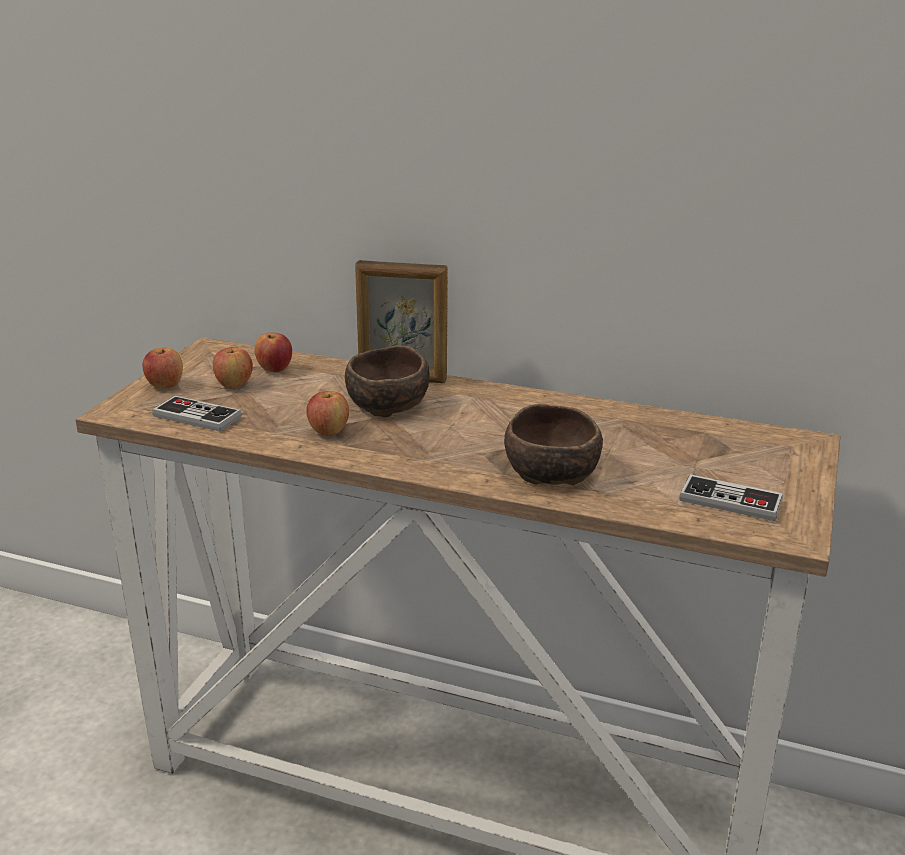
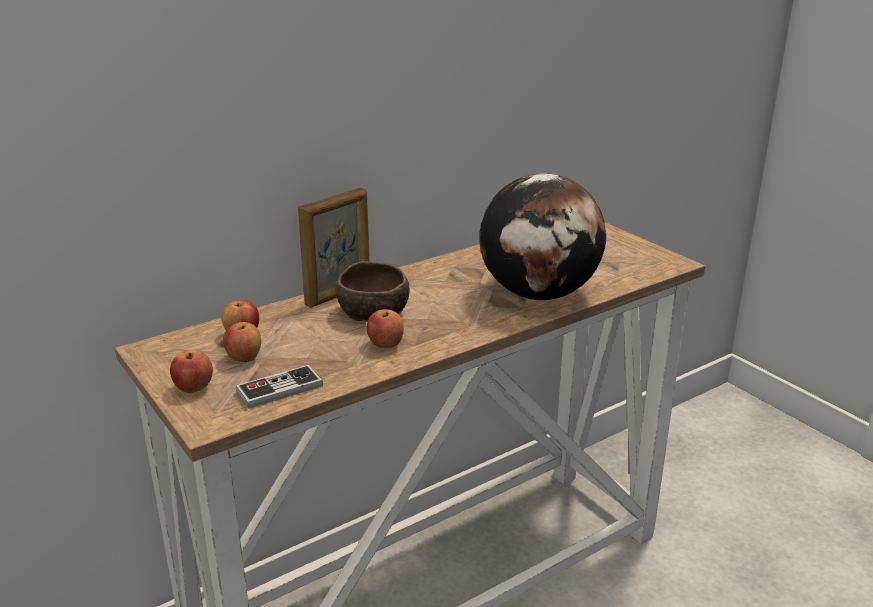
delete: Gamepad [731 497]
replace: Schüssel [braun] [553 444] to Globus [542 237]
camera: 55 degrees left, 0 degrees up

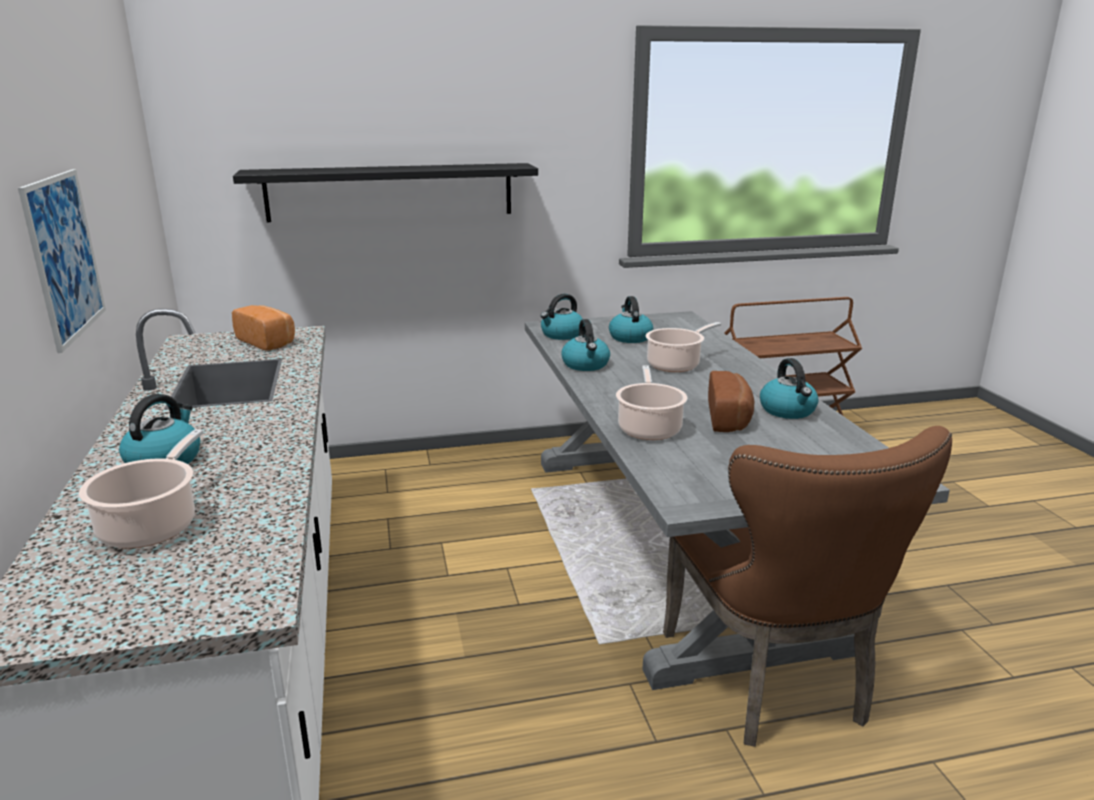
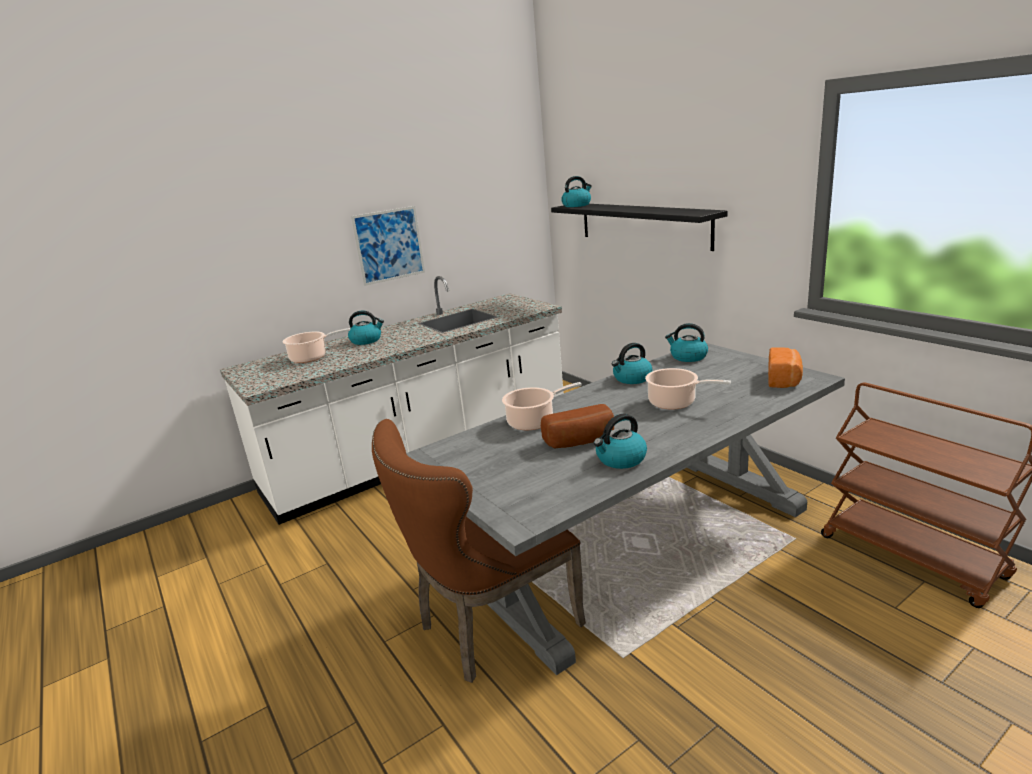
move: Brot [263 328] to [785 368]; Wasserkessel [631 319] to [576 191]
camera: 70 degrees right, 0 degrees up

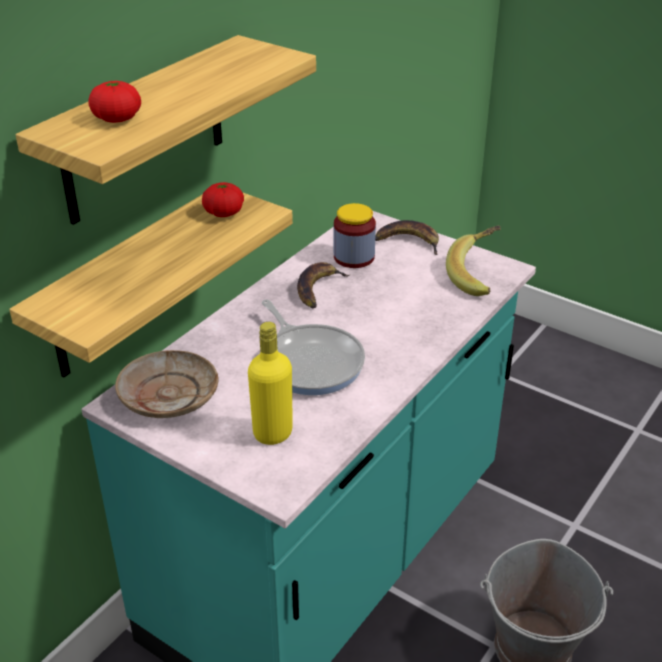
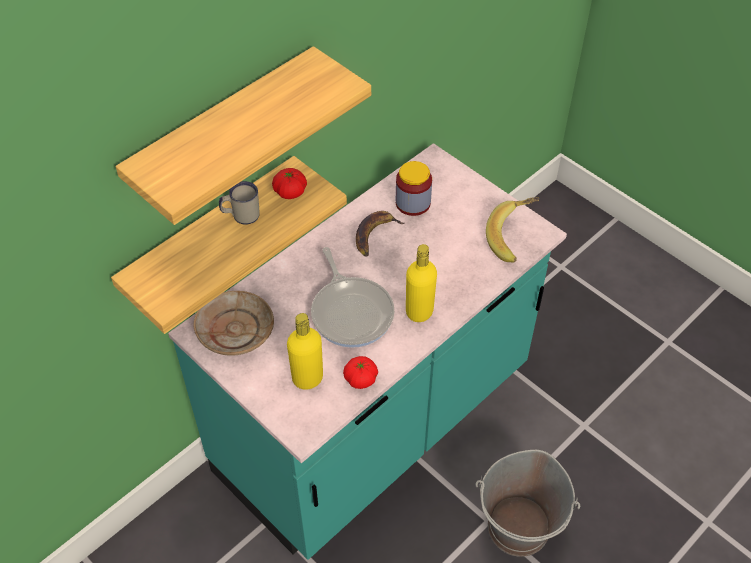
delete: Banane [407 237]
insert: Henkelbecher [weiß] [239 203]; Flasche [gelb] [421 283]
move: Tomate [114 102] to [360 372]
camera: 10 degrees right, 15 degrees up

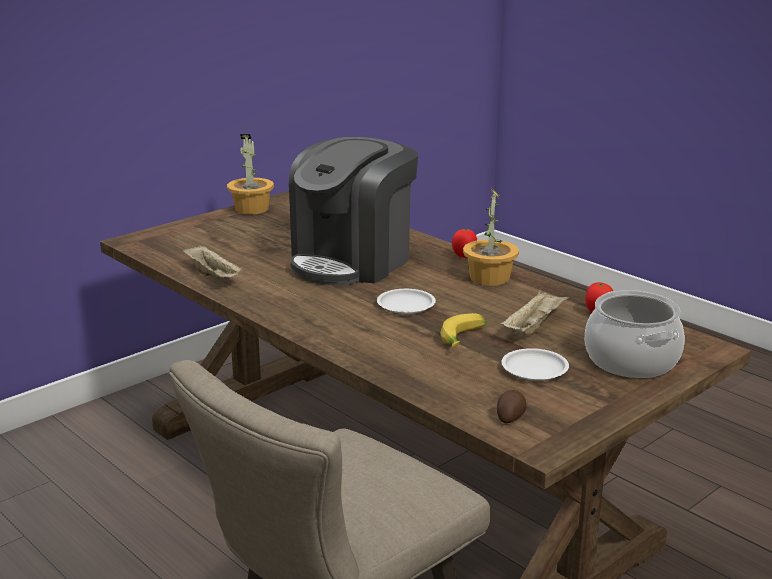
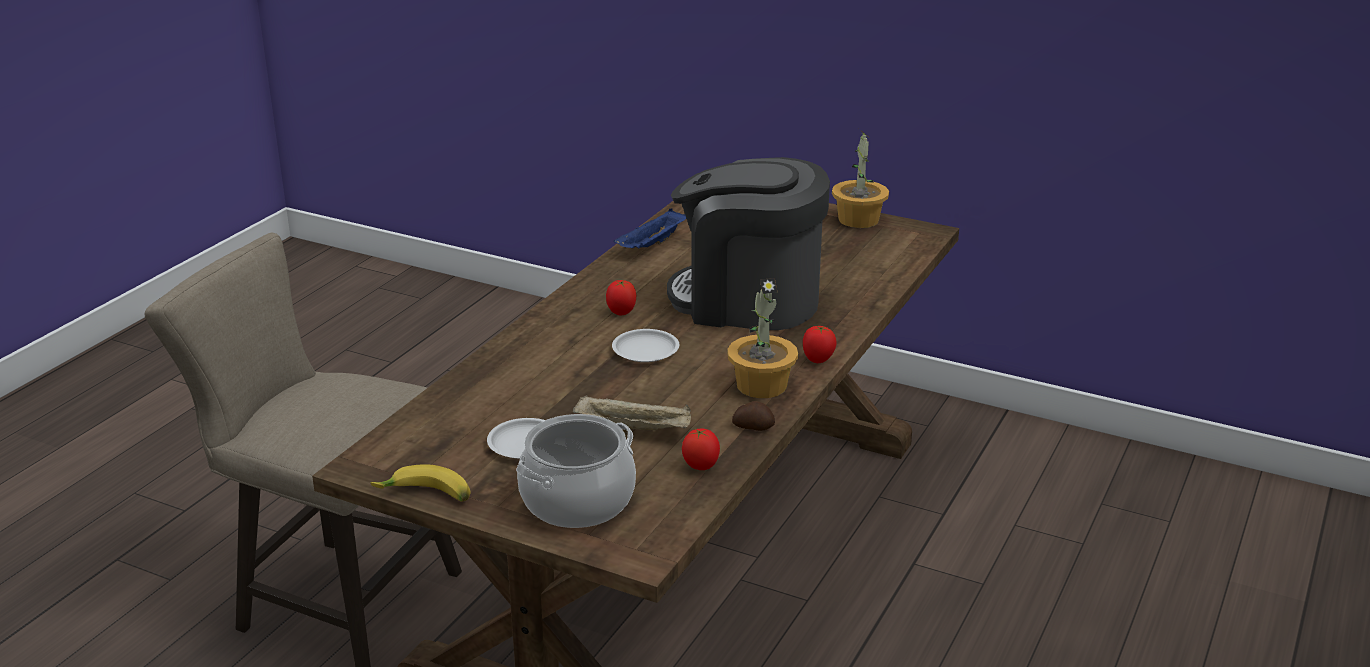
insert: Tomate [621 297]
move: Banane [463 330] to [421 483]; Kartoffel [512 406] to [753 416]
recolor: Tablett [beige] [213 261] to Tablett [blau] [650 228]
camera: 70 degrees right, 5 degrees up

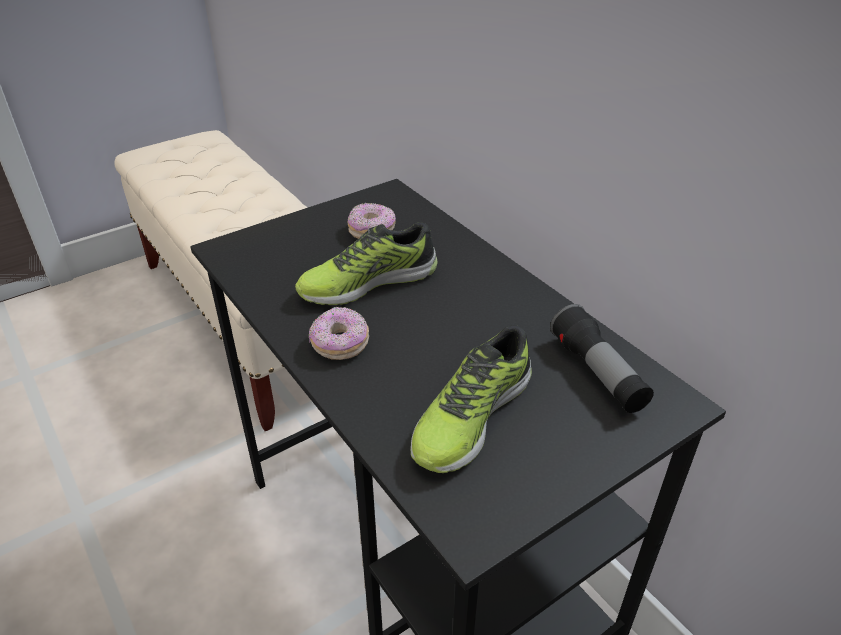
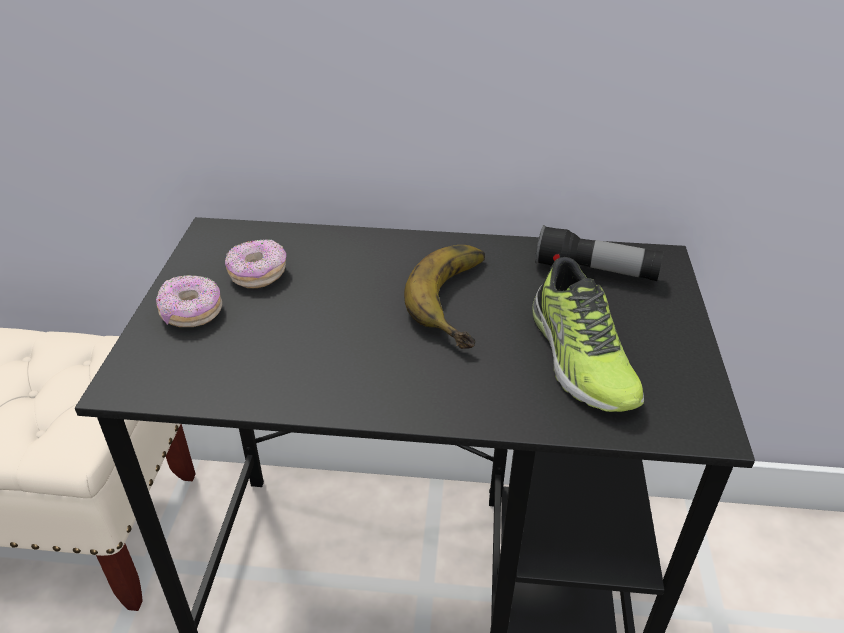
delete: Schuh [366 263]
insert: Banane [444 297]
move: Donut [339 333] to [189 301]
camera: 50 degrees left, 0 degrees up

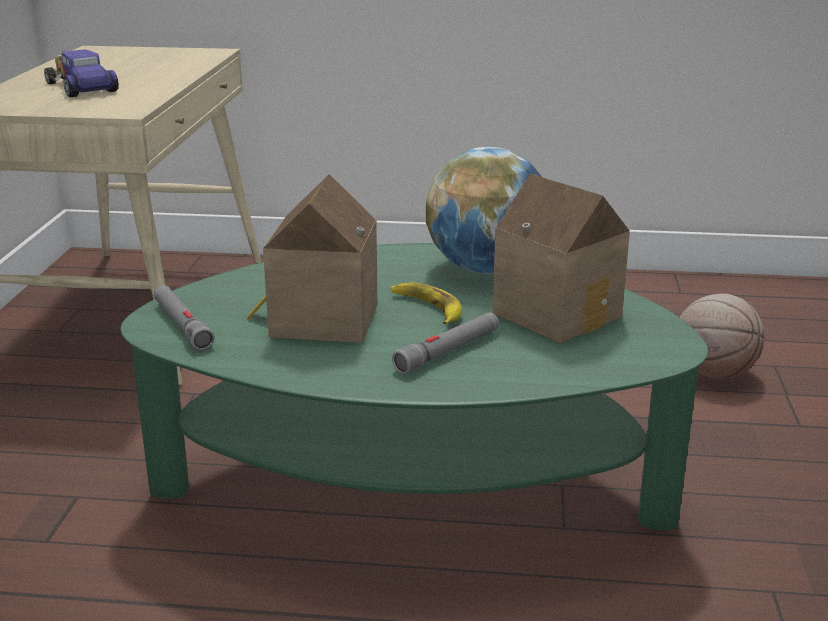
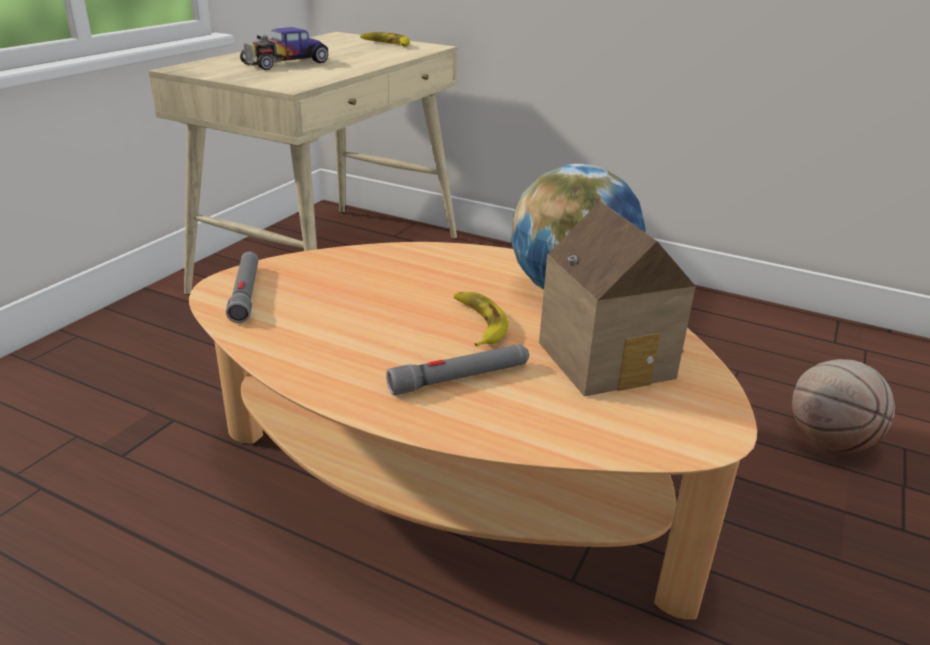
delete: Spielzeughaus [312 258]
insert: Banane [385 39]
recolor: Couchtisch [grün] [414 386] to Couchtisch [beige] [473 431]
rotate: Spielzeugauto [81 73] = [284 48] 120 degrees counterclockwise
camera: 20 degrees right, 5 degrees up

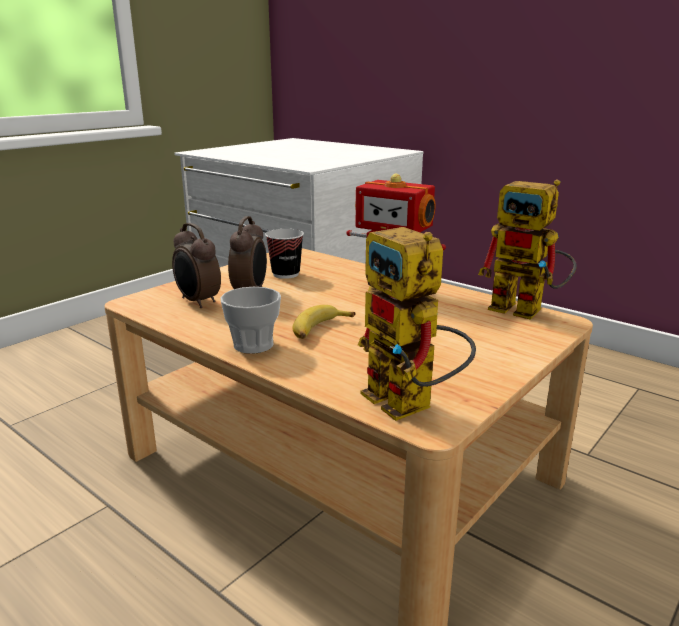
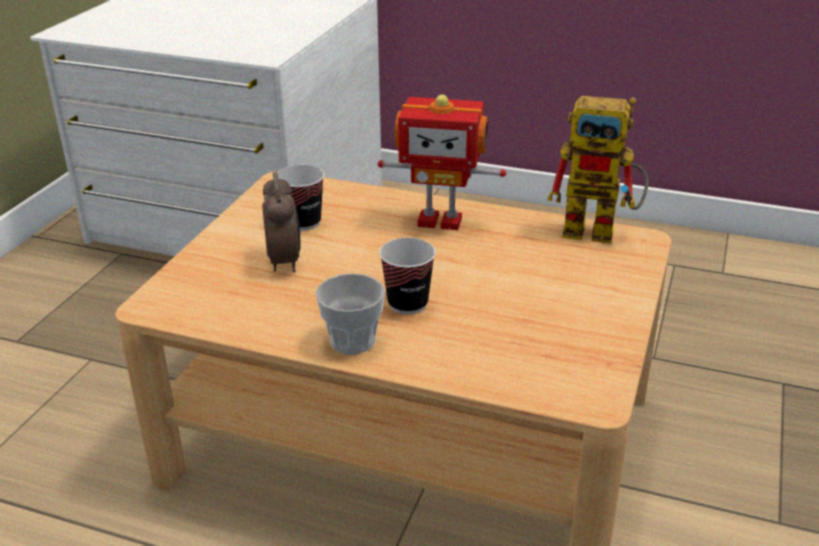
delete: Wecker [196 265]; Spielzeugroboter [417 324]
replace: Banane [323 322] to Tasse [407 276]
camera: 20 degrees left, 10 degrees up

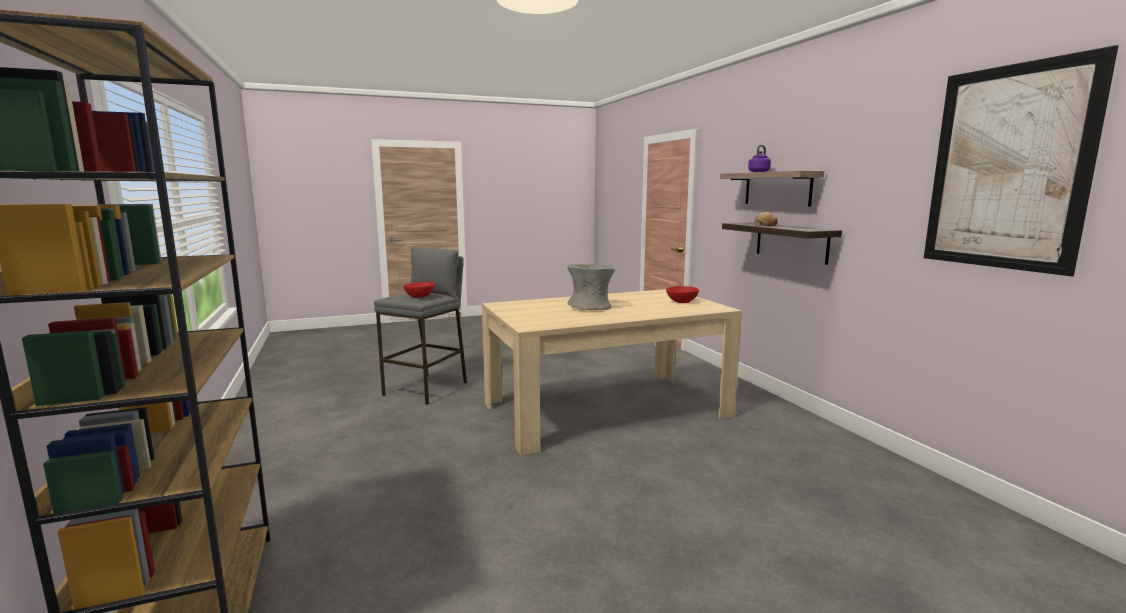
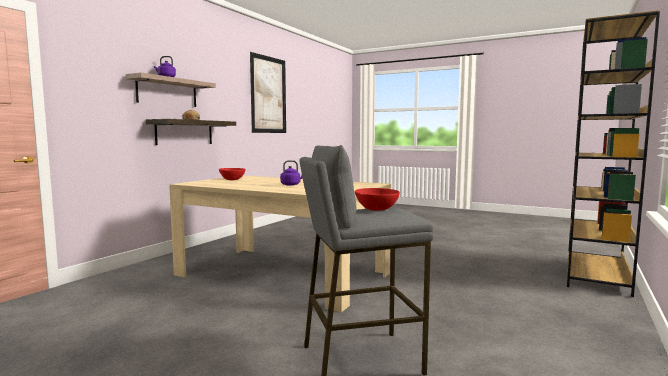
replace: Vase [grau] [591 287] to Wasserkessel [lila] [291 173]
camera: 130 degrees left, 5 degrees down

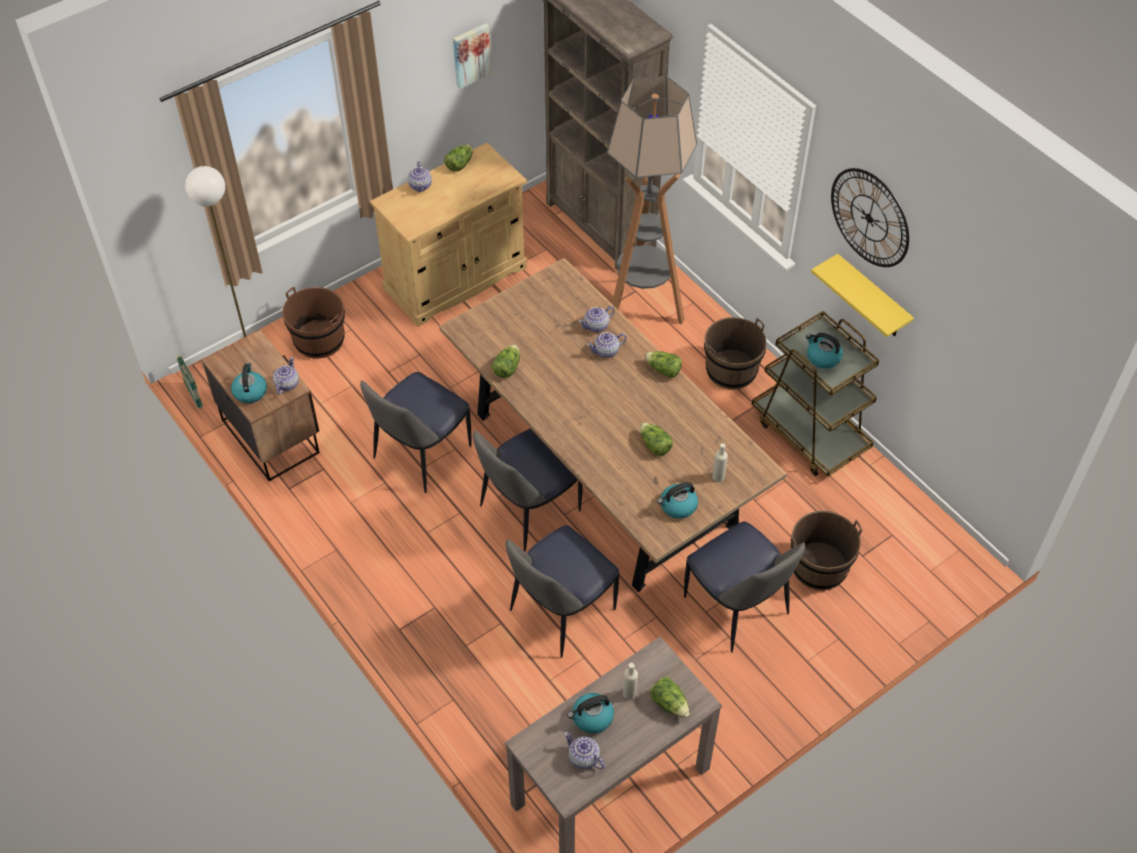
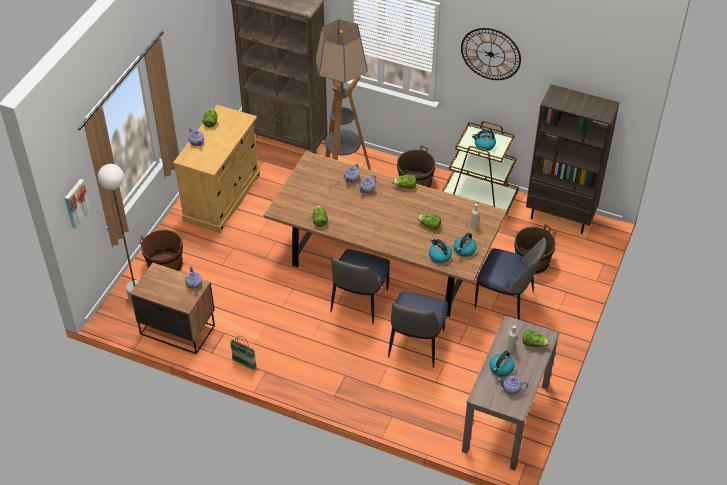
delete: Stuhl [415 432]; Wandregal [gelb] [862 295]
insert: Bücherregal [braun] [573 159]
move: Korb [189 381] to [243 353]; Wasserkessel [249 382] to [440 250]; Bild [472 56] to [78 204]
camera: 30 degrees left, 5 degrees down

